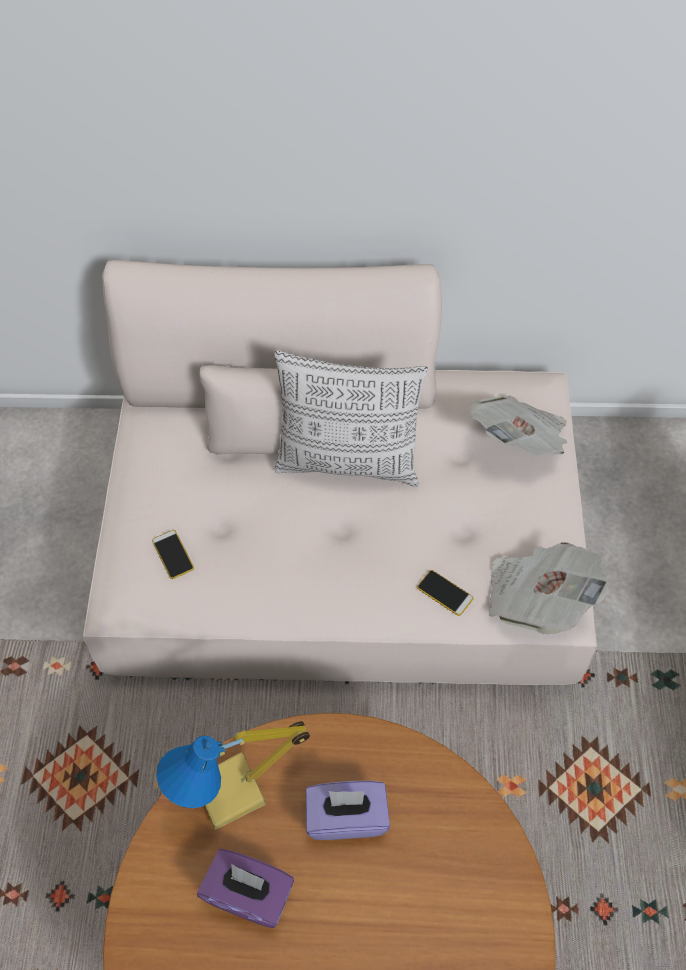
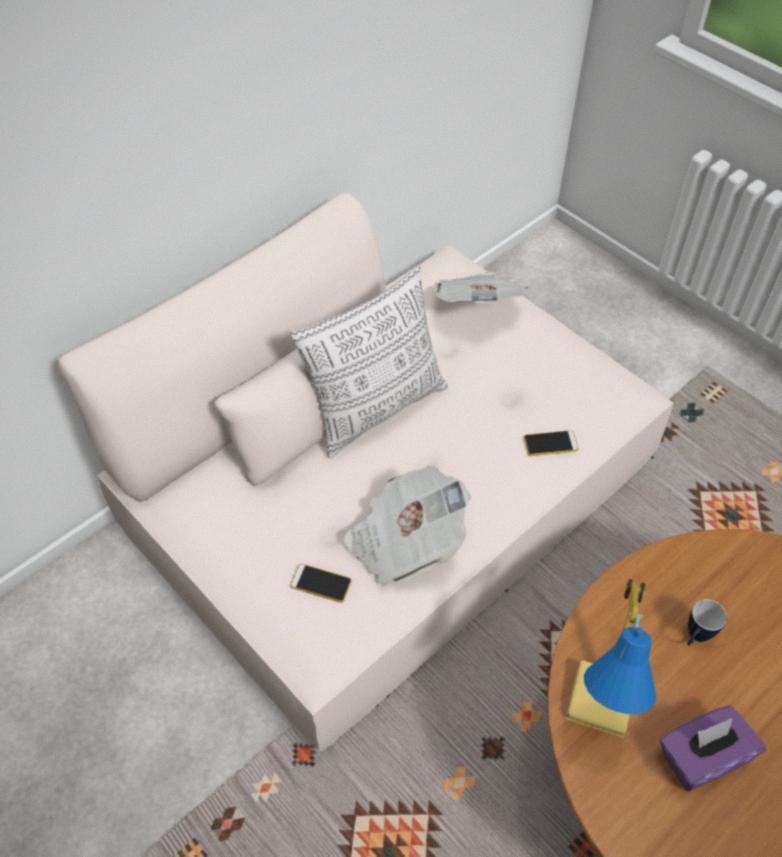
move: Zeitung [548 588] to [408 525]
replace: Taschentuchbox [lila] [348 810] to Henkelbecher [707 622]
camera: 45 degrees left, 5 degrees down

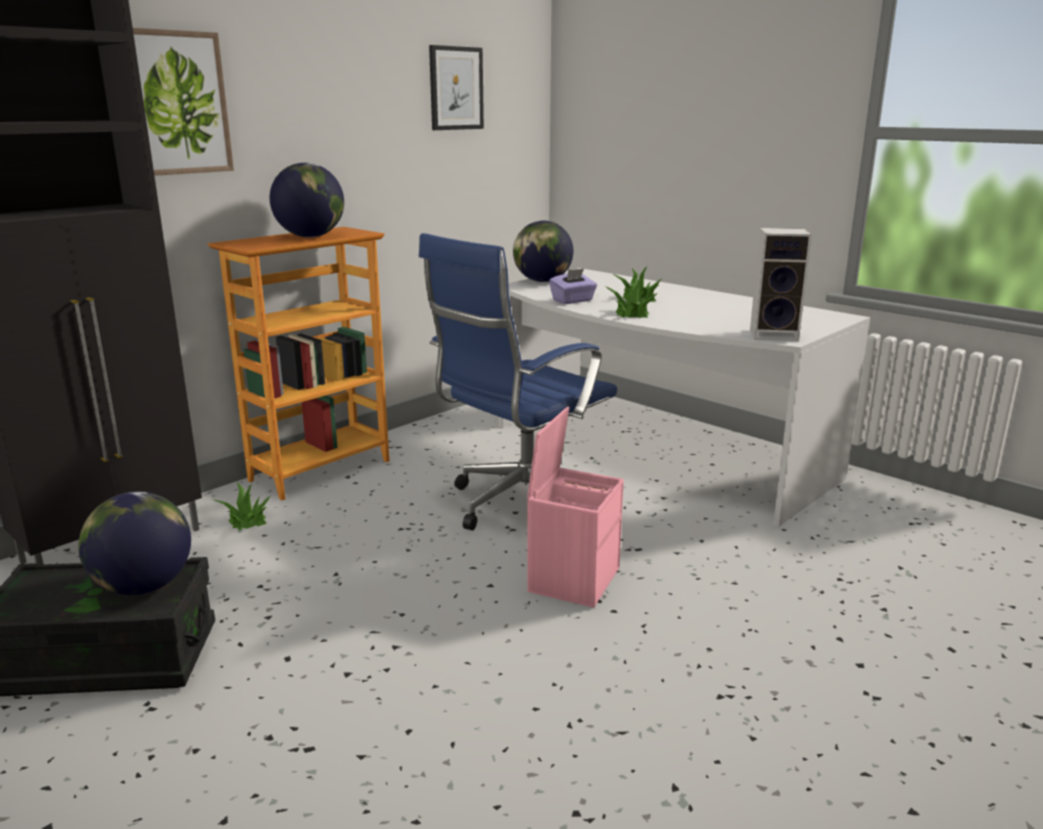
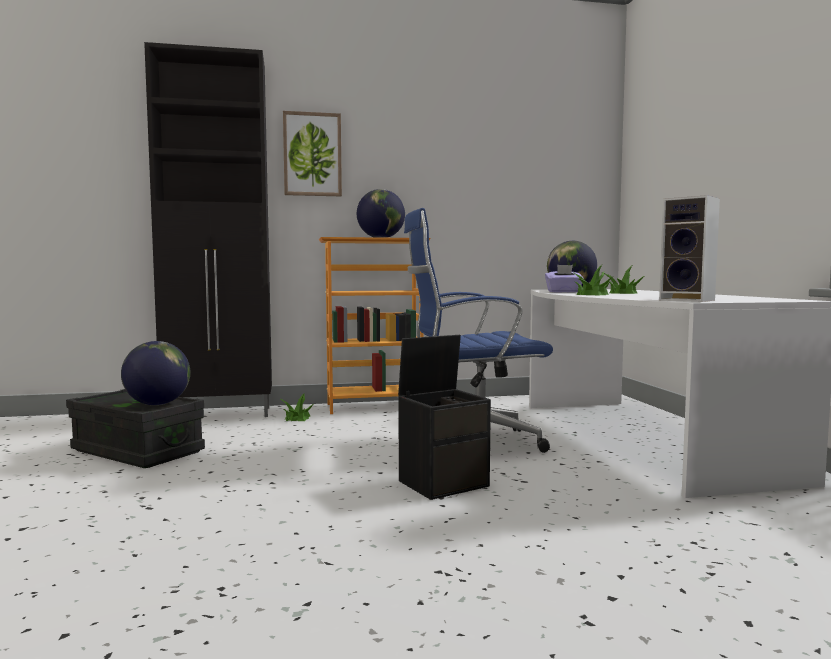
delete: Bild [456 87]
recolor: Aufbewahrungsbox [rosa] [575 507] to Aufbewahrungsbox [schwarz] [444 417]
camera: 35 degrees right, 15 degrees down

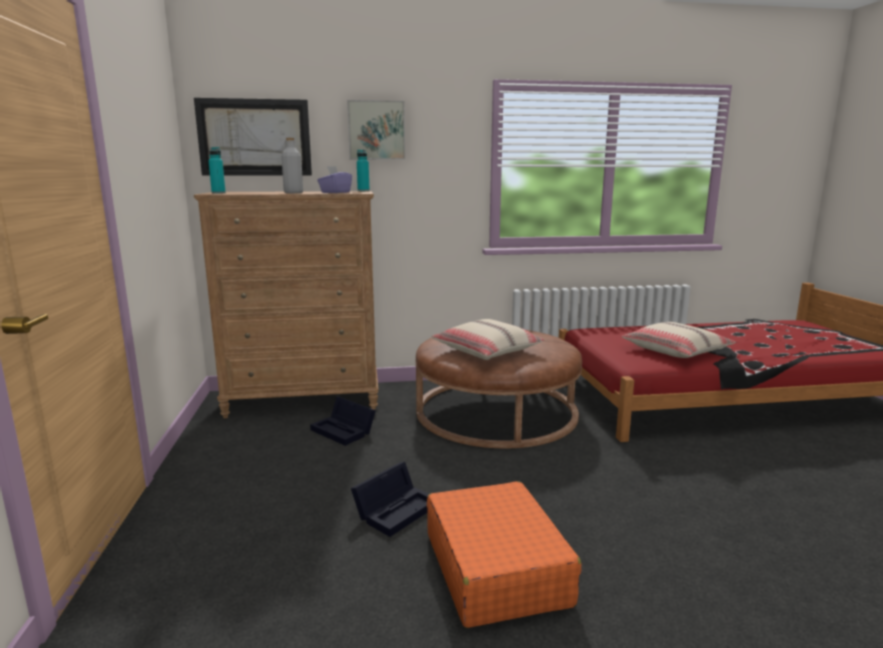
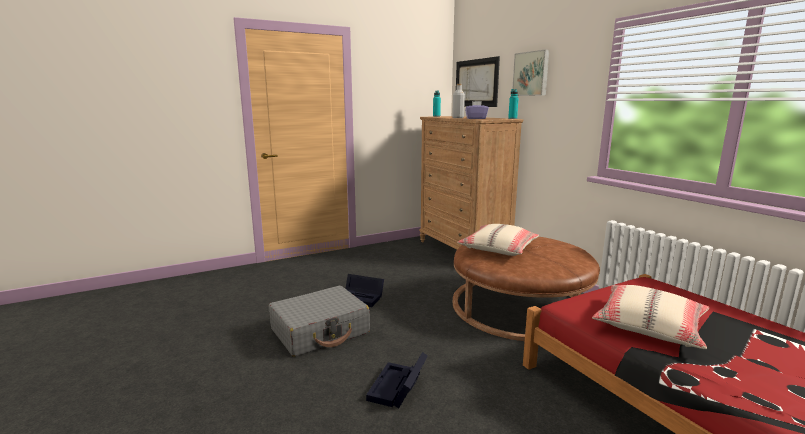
move: Aufbewahrungsbox [schwarz] [343 421] to [397 380]
recolor: Koffer [orange] [504 554] to Koffer [grau] [319 321]
camera: 70 degrees right, 0 degrees up

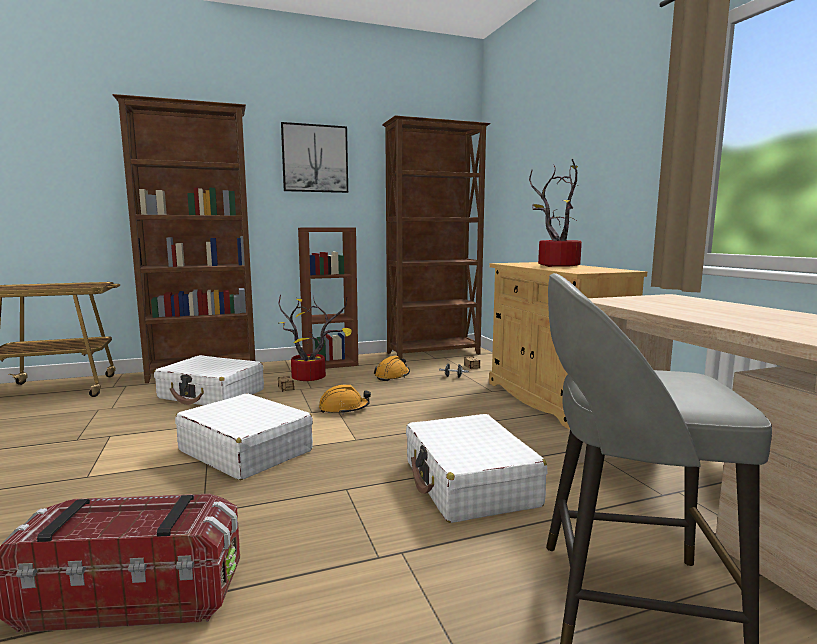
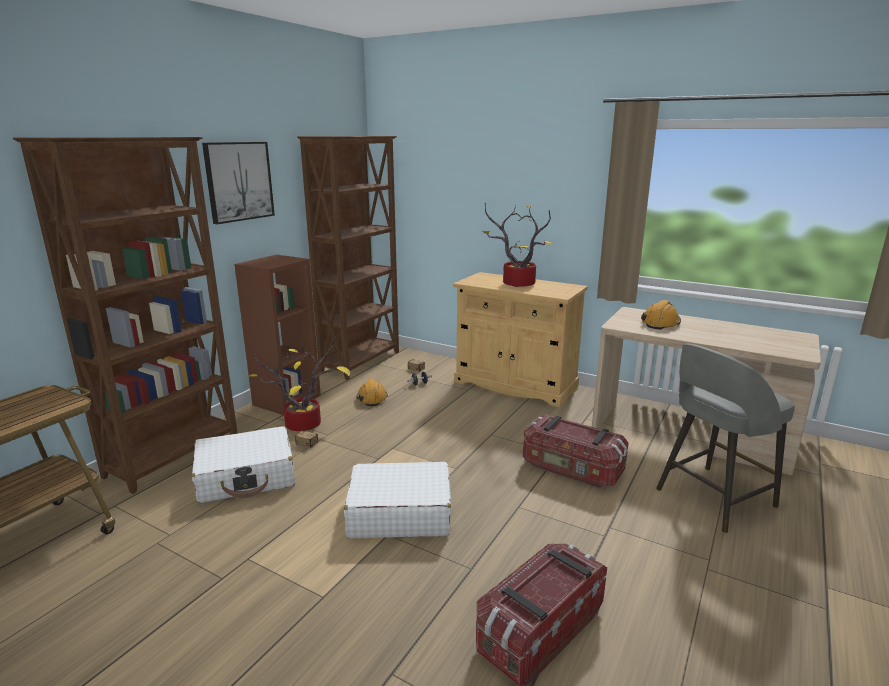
move: Schutzhelm [orange] [345 399] to [661 315]
replace: Koffer [weiß] [476 468] to Aufbewahrungsbox [576 451]
camera: 40 degrees left, 10 degrees up

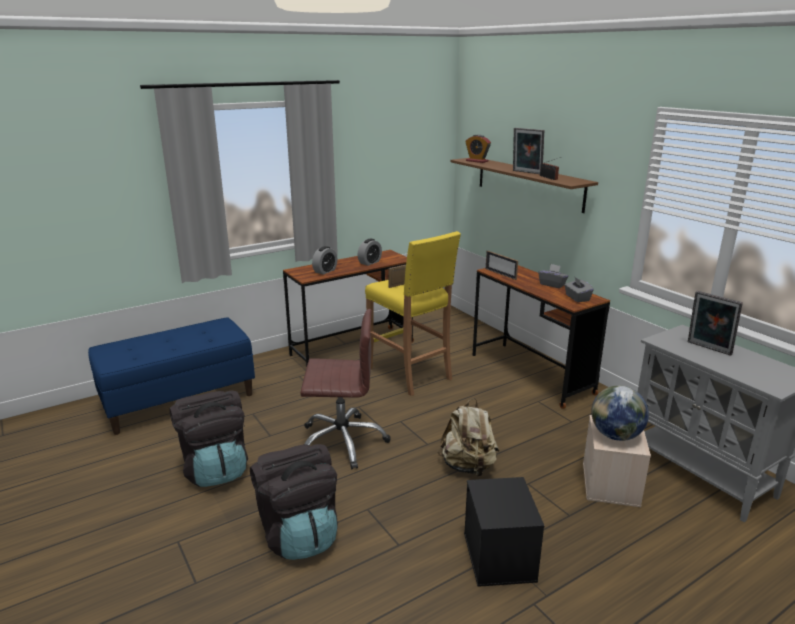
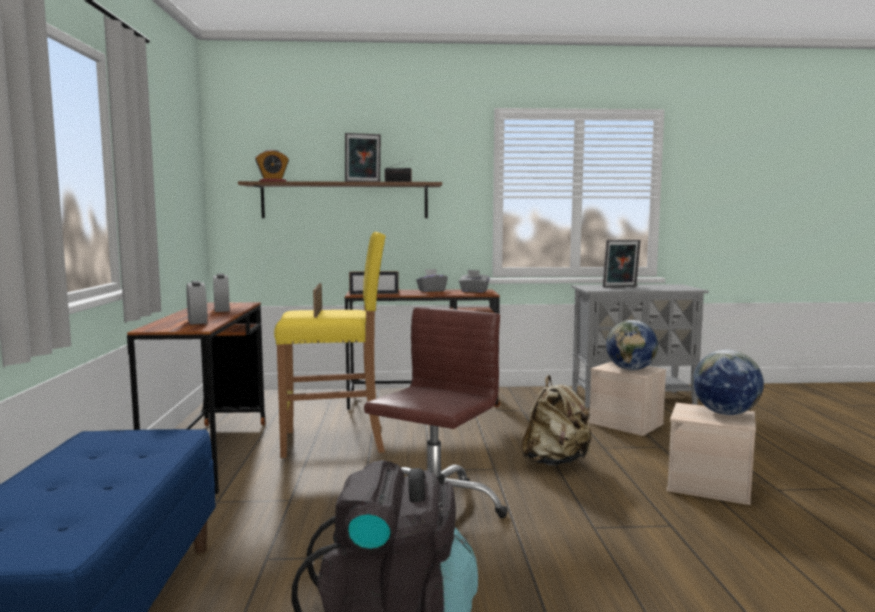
delete: Rucksack [schwarz] [294 502]
insert: Globus [728 382]
recolor: Aufbewahrungsbox [schwarz] [504 532] to Aufbewahrungsbox [beige] [711 454]
camera: 60 degrees left, 15 degrees down

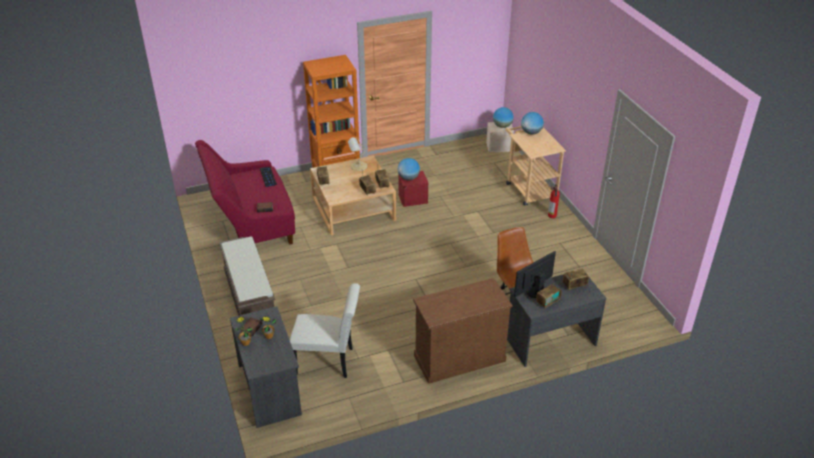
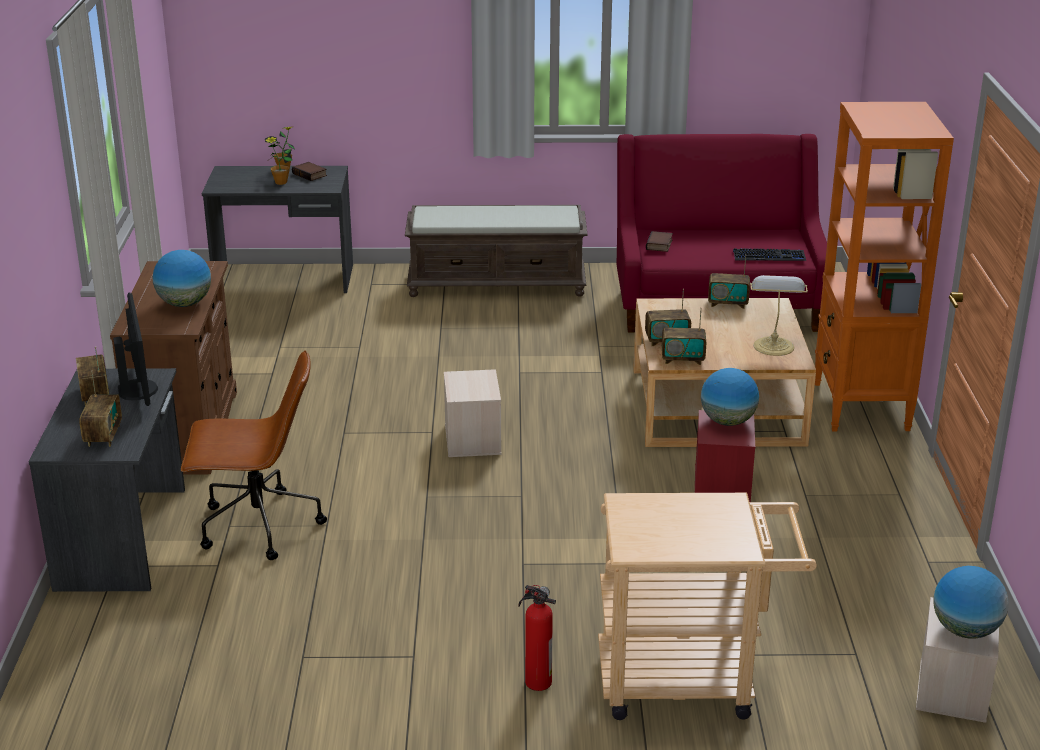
delete: Stuhl [weiß] [325 330]
insert: Aufbewahrungsbox [beige] [472 413]
move: Globus [532 123] to [182 278]
camera: 110 degrees right, 10 degrees down

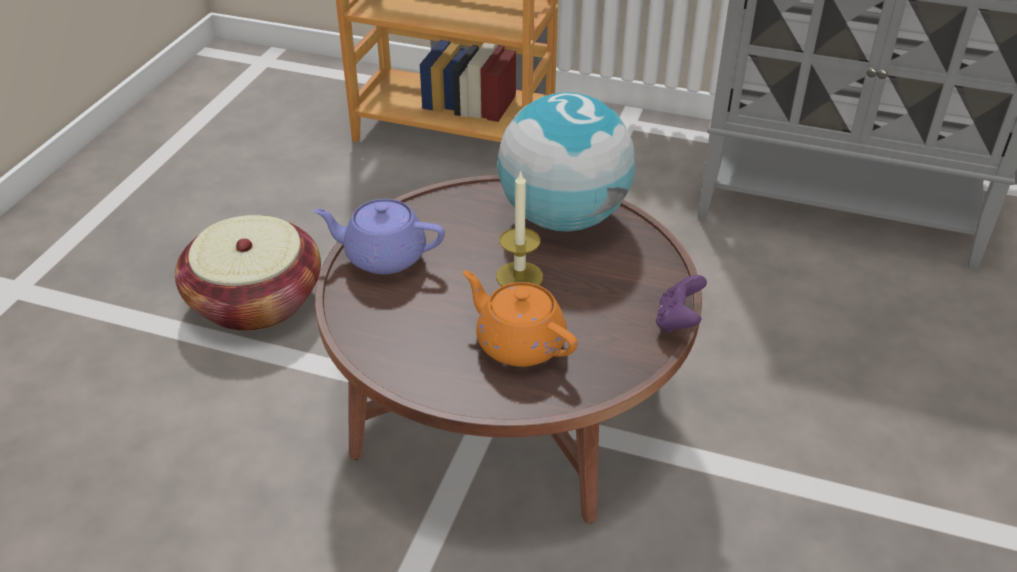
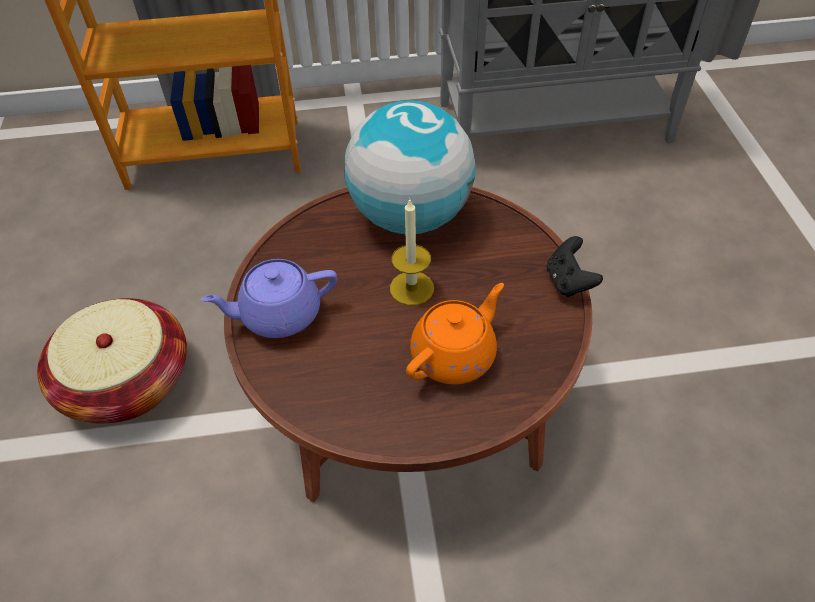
recolor: Gamepad [lila] [681 304] to Gamepad [schwarz] [575 266]
rotate: Teekanne [orange] [520 319] = [455 334] 120 degrees clockwise
camera: 25 degrees left, 10 degrees up

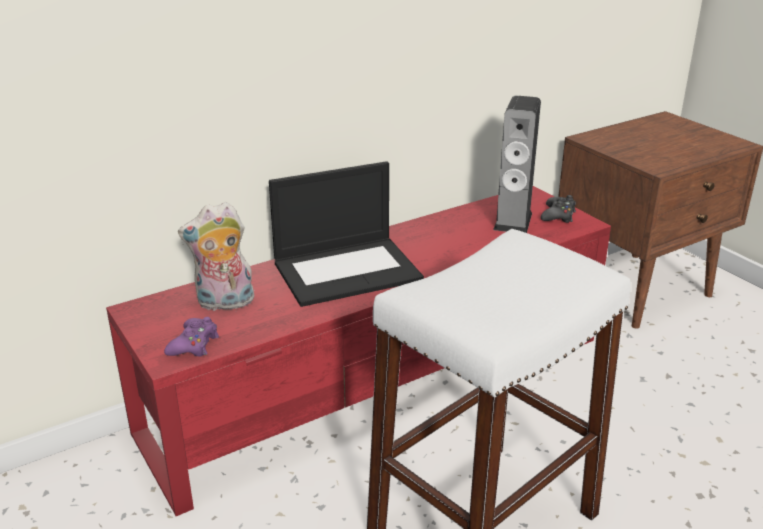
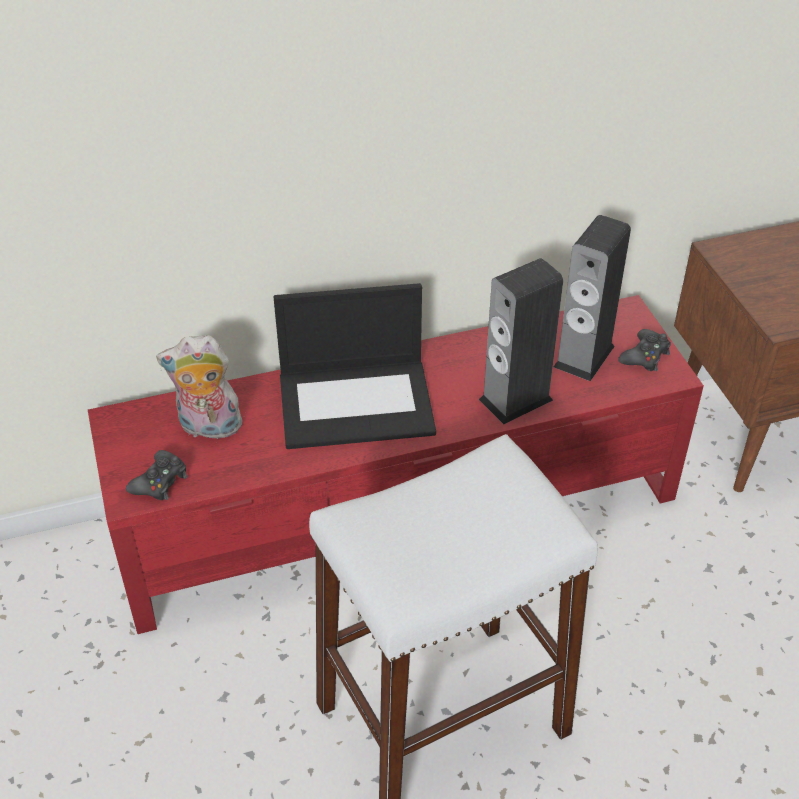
insert: Lautsprecher [521 341]
recolor: Gamepad [lila] [191 337] to Gamepad [schwarz] [157 475]
camera: 15 degrees right, 15 degrees up

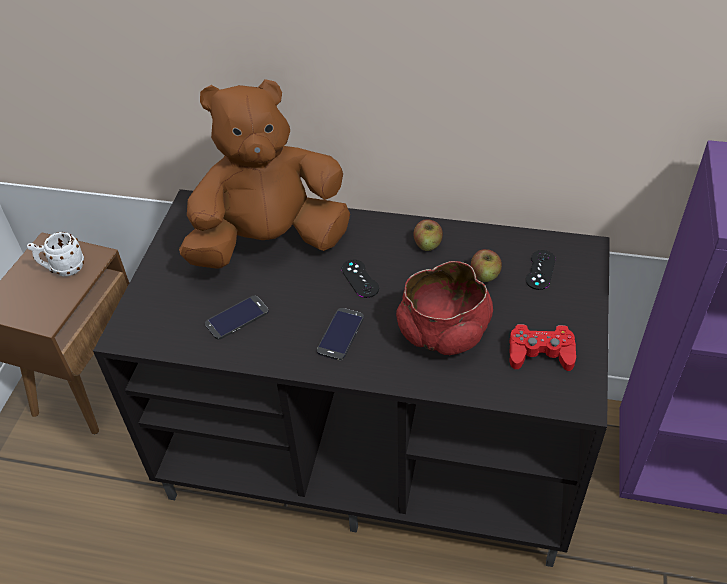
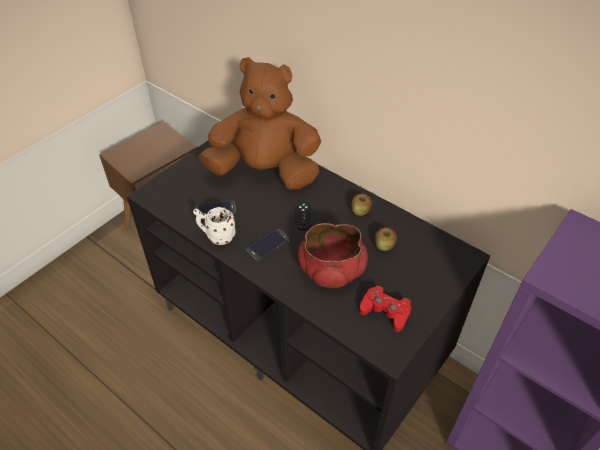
delete: Gamepad [schwarz] [540 270]
move: Henkelbecher [weiß] [55 254] to [214 226]
camera: 25 degrees right, 0 degrees up

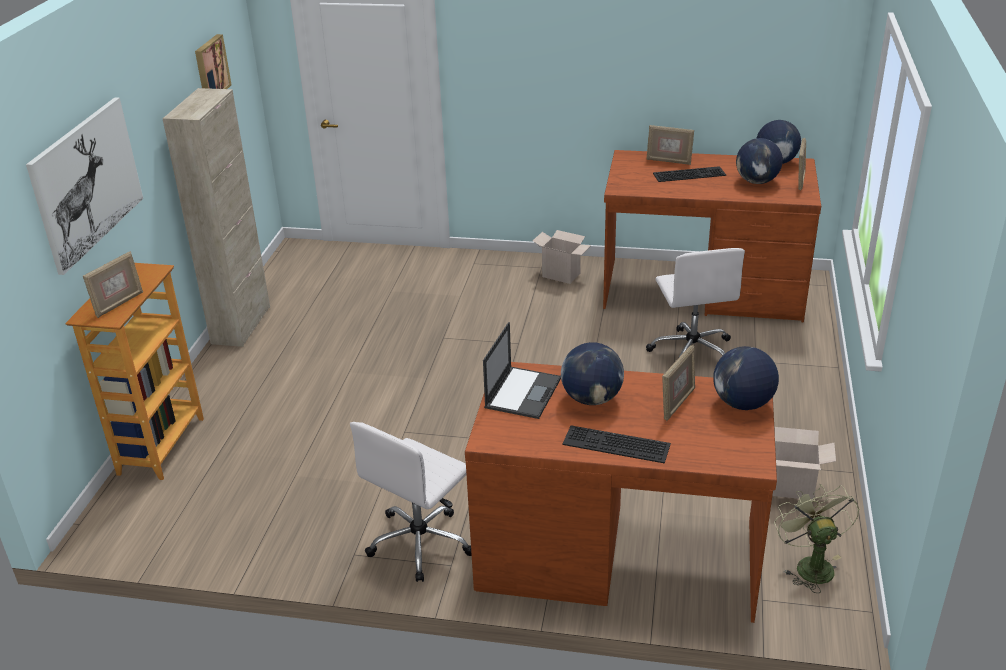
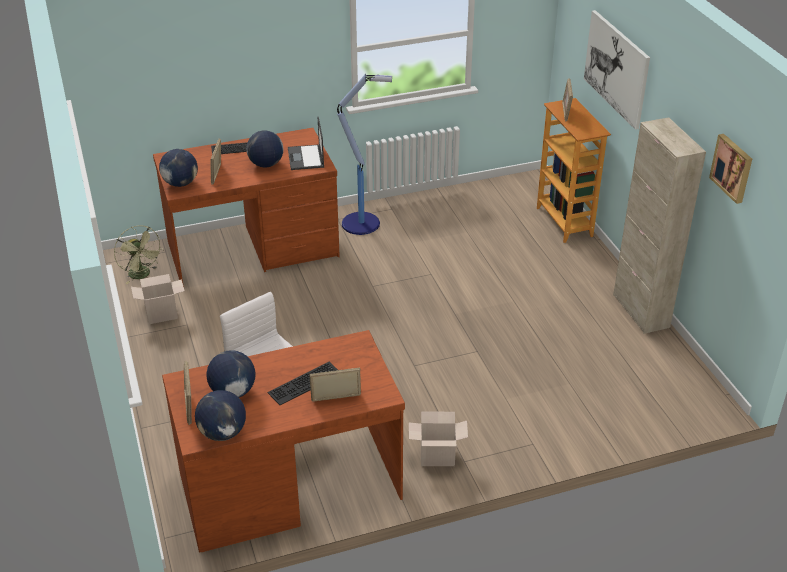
replace: Bürostuhl [weiß] [411 502] to Stehlampe [364 154]
camera: 150 degrees right, 5 degrees up

